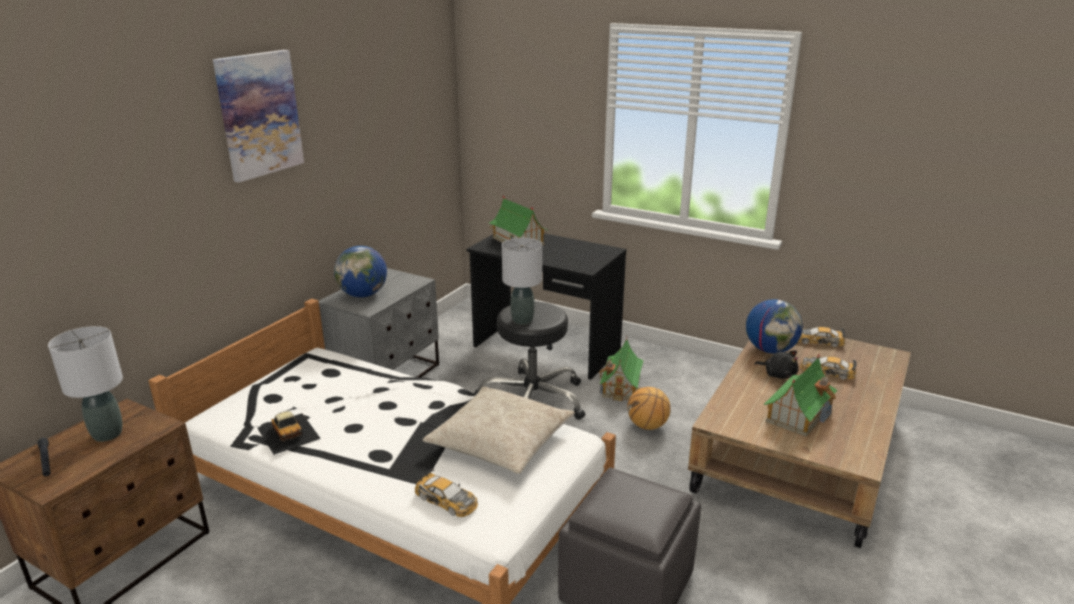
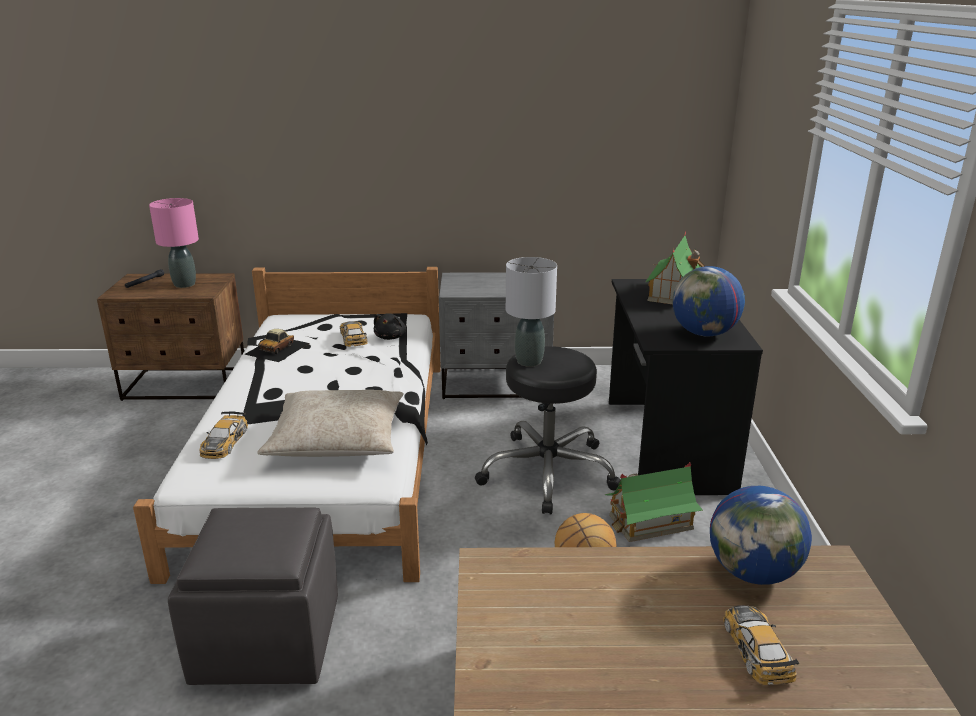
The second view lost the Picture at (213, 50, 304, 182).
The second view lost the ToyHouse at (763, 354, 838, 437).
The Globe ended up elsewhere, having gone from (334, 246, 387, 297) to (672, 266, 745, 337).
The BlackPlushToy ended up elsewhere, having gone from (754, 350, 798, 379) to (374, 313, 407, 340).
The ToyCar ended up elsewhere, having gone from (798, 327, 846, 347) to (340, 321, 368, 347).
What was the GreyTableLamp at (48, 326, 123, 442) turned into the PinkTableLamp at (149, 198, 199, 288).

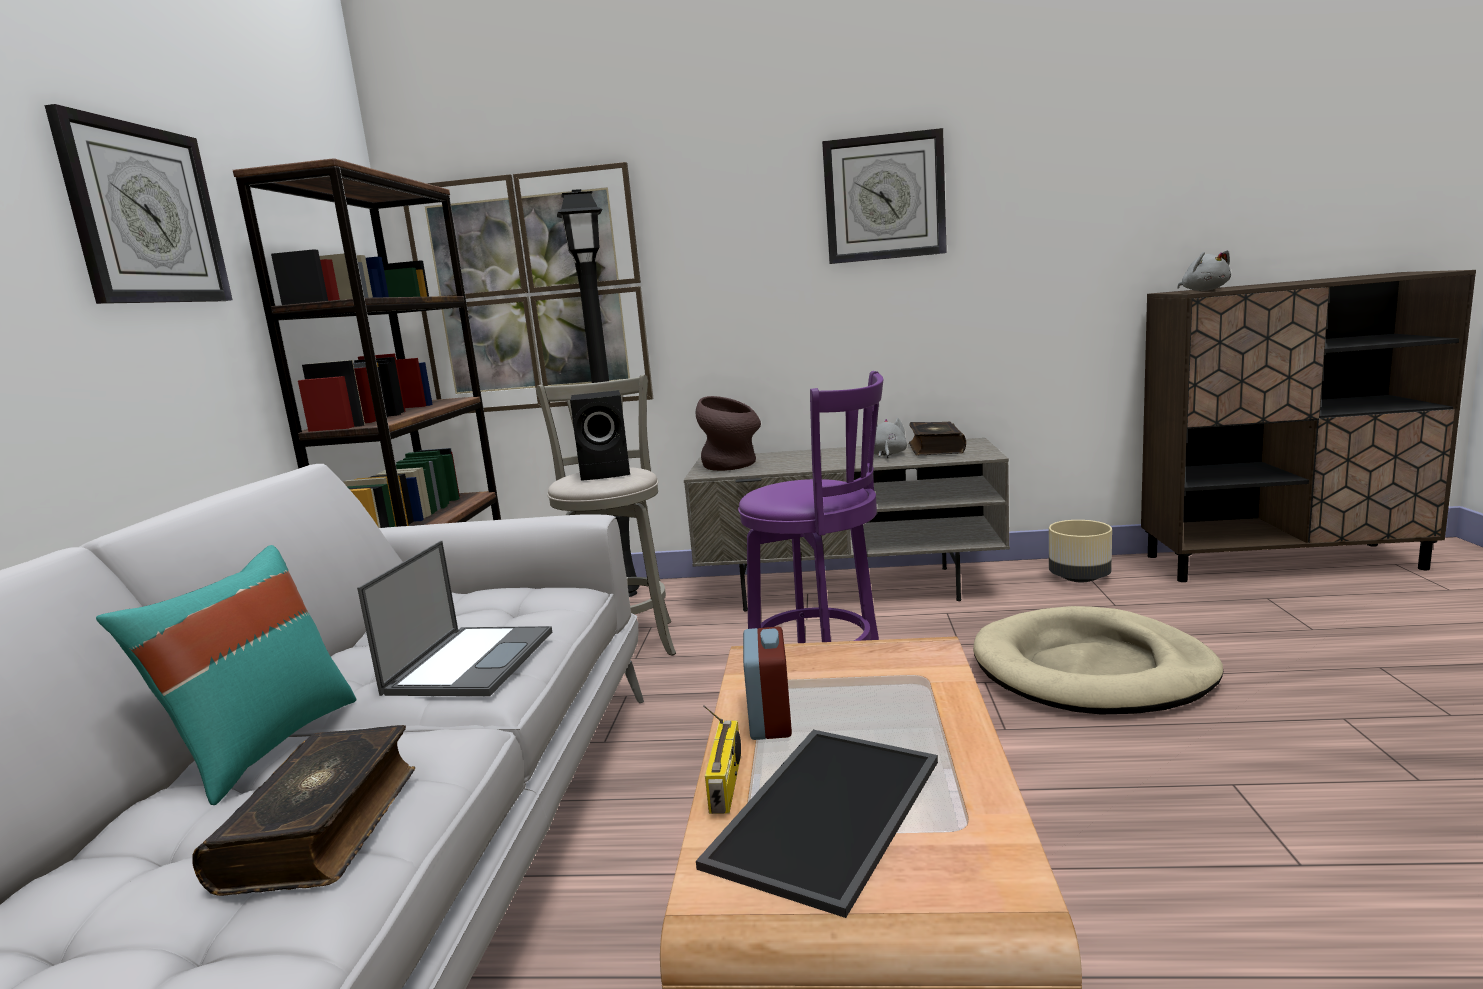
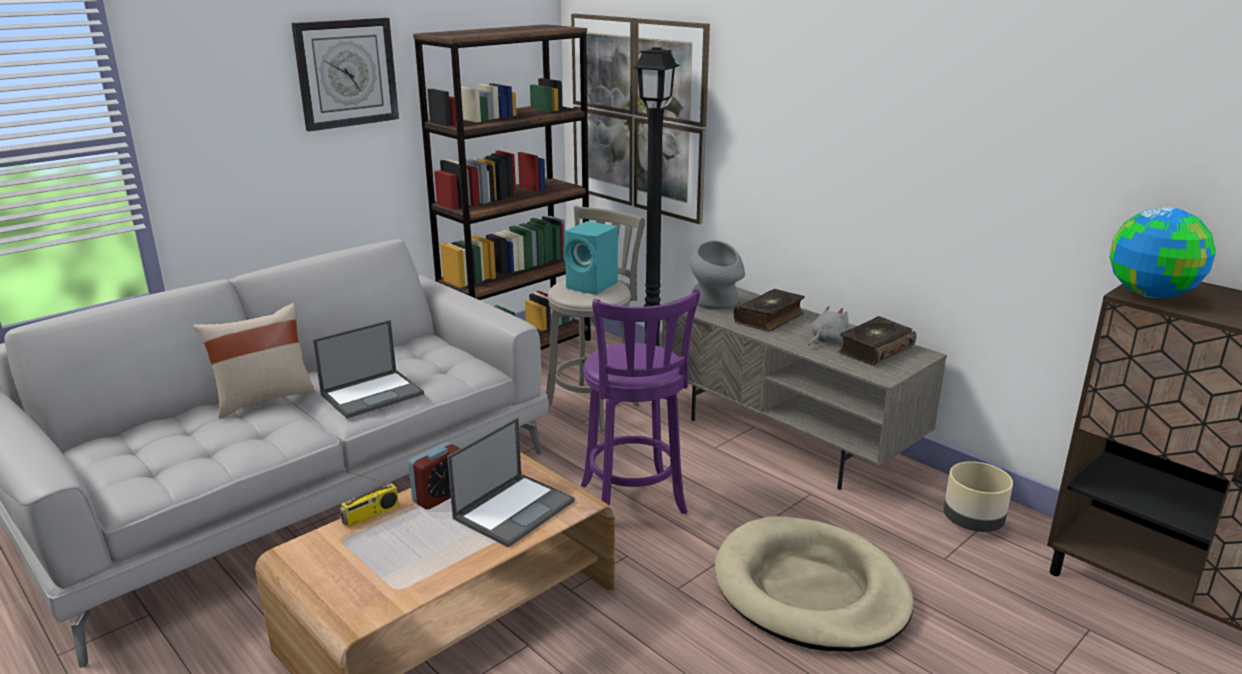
The second view lost the Tray at (696, 730, 938, 918).
The second view lost the WallClock at (822, 128, 947, 264).
The second view gained the Laptop at (447, 418, 575, 548).
The Book ended up elsewhere, having gone from (192, 725, 415, 896) to (733, 289, 805, 332).
Where the GreyPlushToy stood at (1177, 250, 1231, 291), the Globe came to stand at (1109, 207, 1216, 298).
What was the TurquoisePillow at (96, 545, 356, 805) turned into the BeigePillow at (193, 303, 316, 419).
What was the BlackSpeaker at (570, 390, 630, 481) turned into the TurquoiseSpeaker at (563, 221, 618, 294).
What was the BrownVase at (696, 396, 761, 471) turned into the GreyVase at (690, 240, 745, 309).

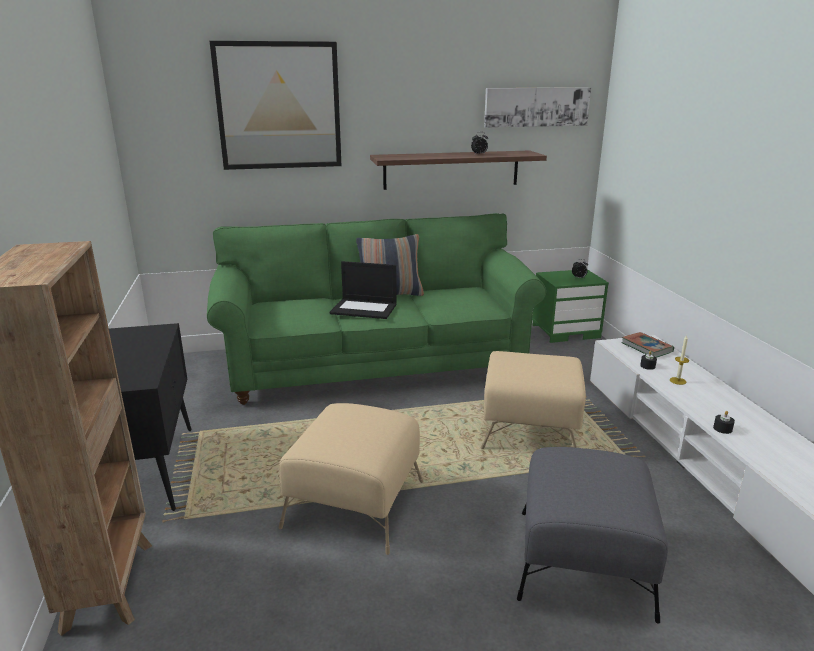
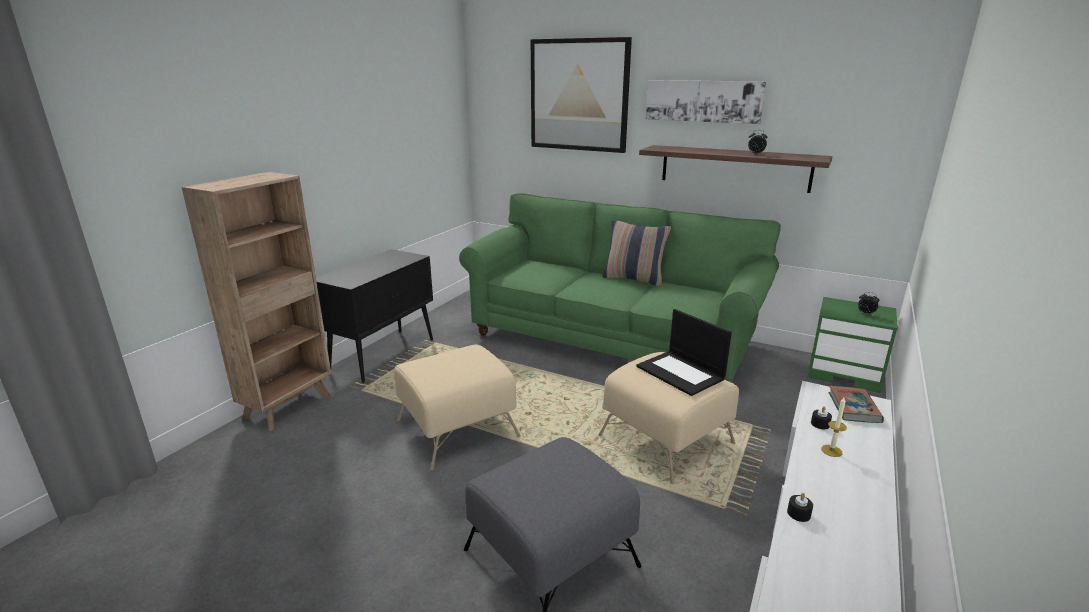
The Laptop ended up elsewhere, having gone from (330, 261, 397, 319) to (636, 309, 732, 396).
The Picture ended up elsewhere, having gone from (484, 87, 591, 128) to (646, 80, 766, 124).

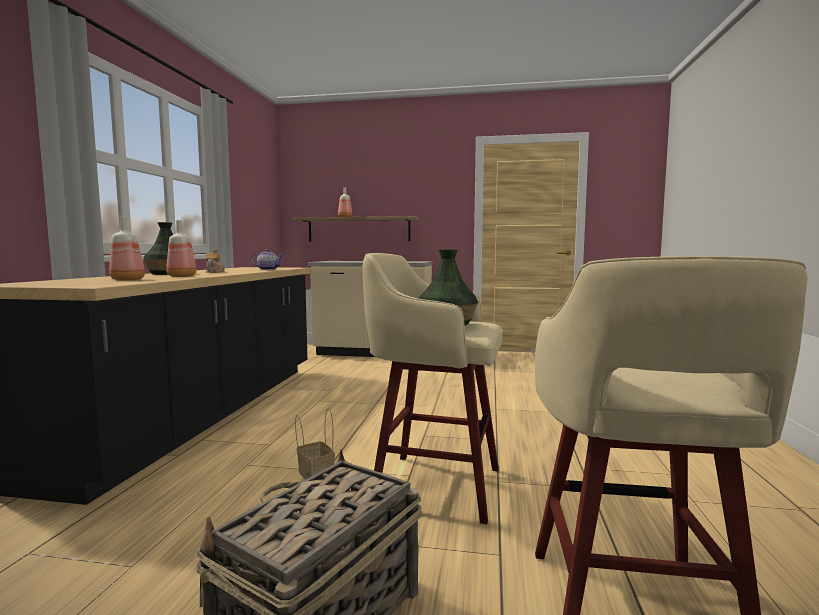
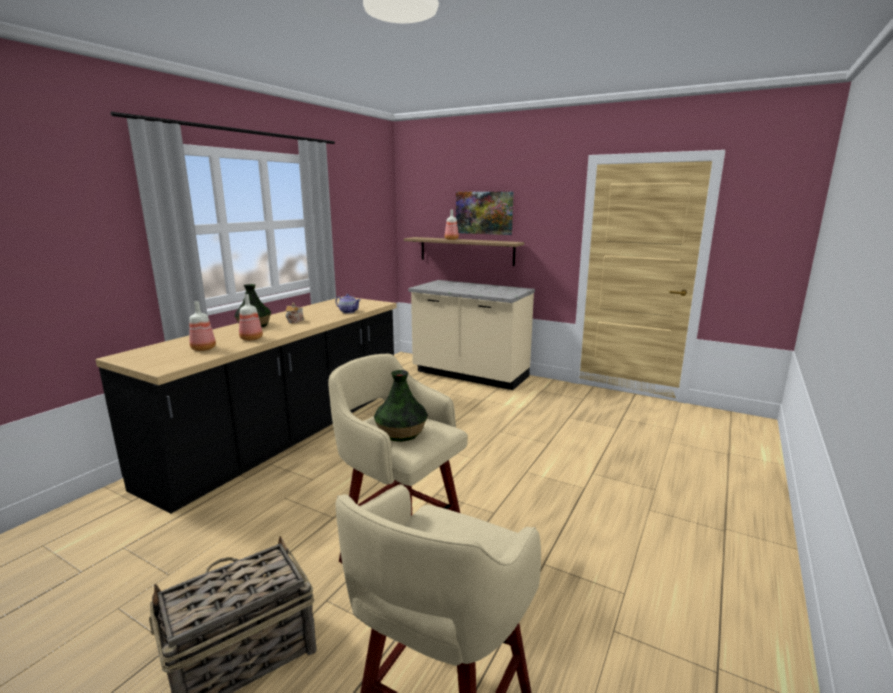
The second view lost the Basket at (295, 408, 335, 480).
The second view gained the Picture at (456, 192, 514, 235).

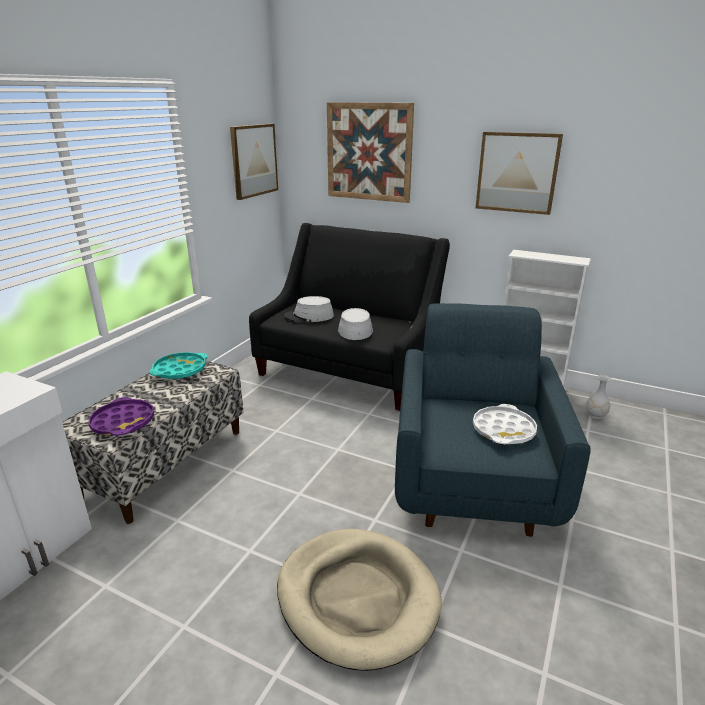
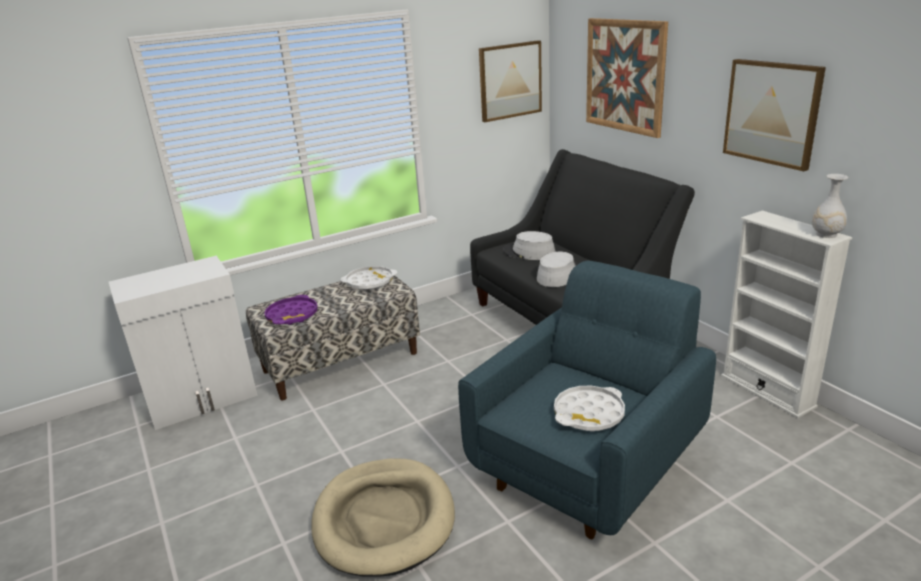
The WhiteVase ended up elsewhere, having gone from (586, 375, 612, 419) to (812, 174, 848, 238).
What was the TurquoiseTray at (149, 352, 207, 379) turned into the WhiteTray at (341, 266, 397, 290).

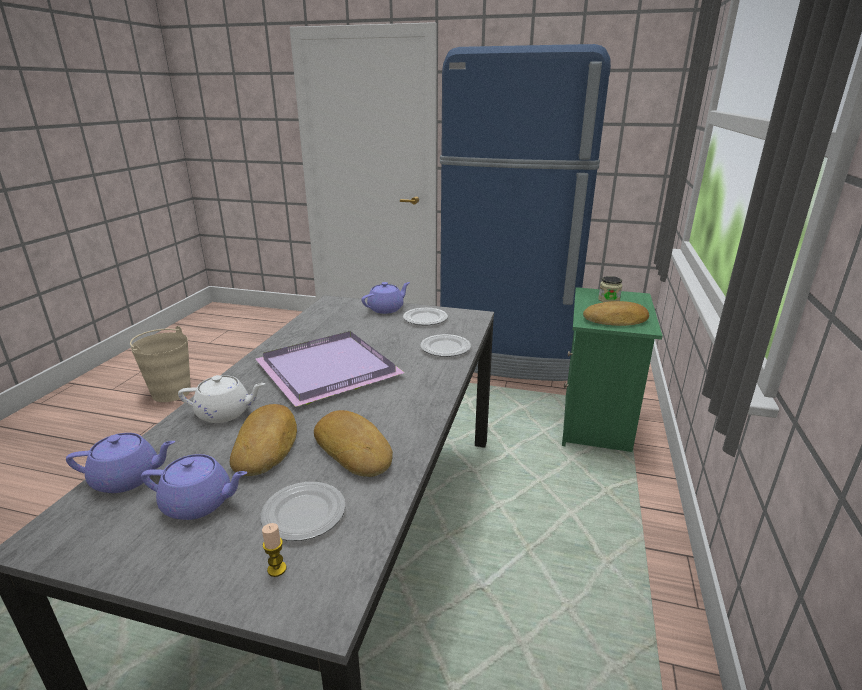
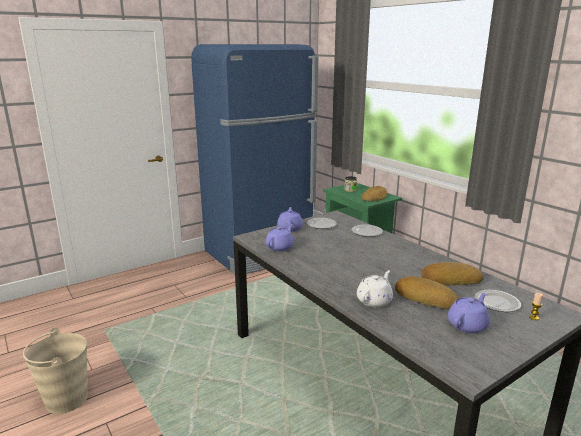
The second view lost the PurpleTray at (256, 331, 405, 407).
The PurpleTeapot ended up elsewhere, having gone from (66, 433, 175, 493) to (265, 224, 294, 251).

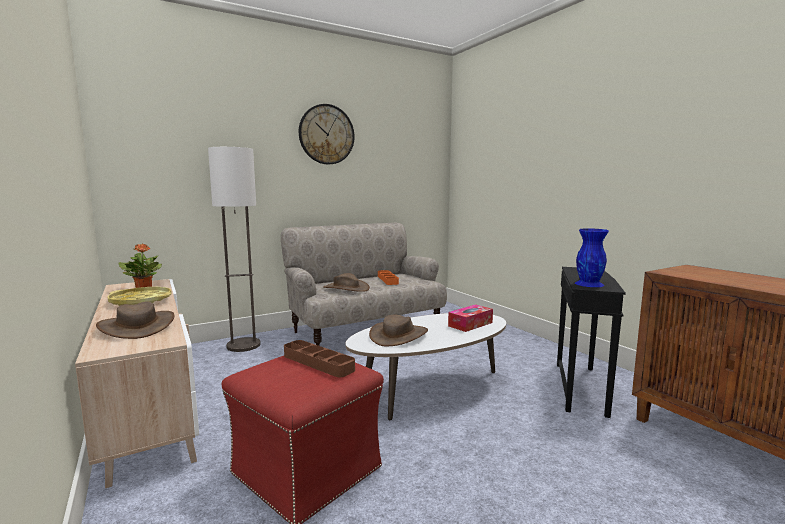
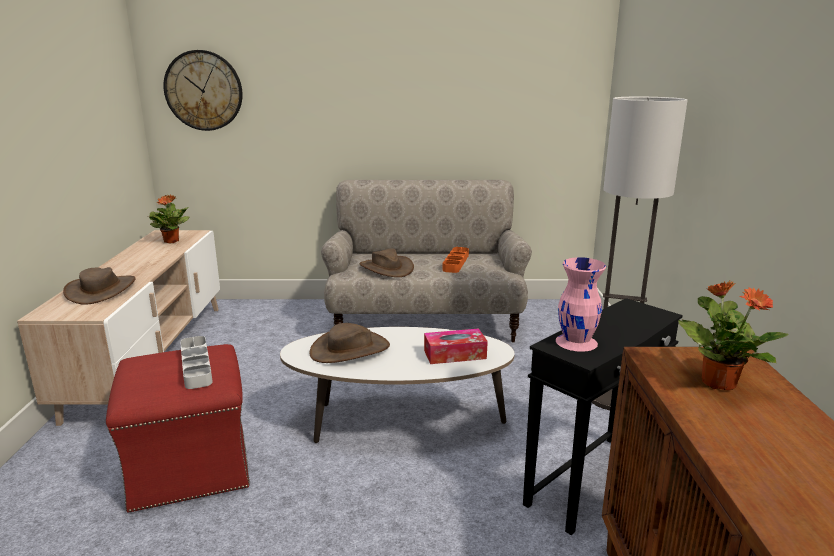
The second view lost the YellowTray at (107, 287, 172, 306).
The second view gained the PottedPlant at (678, 281, 789, 390).
The FloorLamp ended up elsewhere, having gone from (208, 147, 261, 352) to (592, 97, 688, 410).
The WallClock ended up elsewhere, having gone from (299, 104, 354, 164) to (163, 50, 243, 131).
What was the BrownTray at (284, 340, 355, 377) turned into the GreyTray at (180, 336, 213, 389).
What was the BlueVase at (575, 228, 609, 287) turned into the PinkVase at (556, 257, 606, 352).

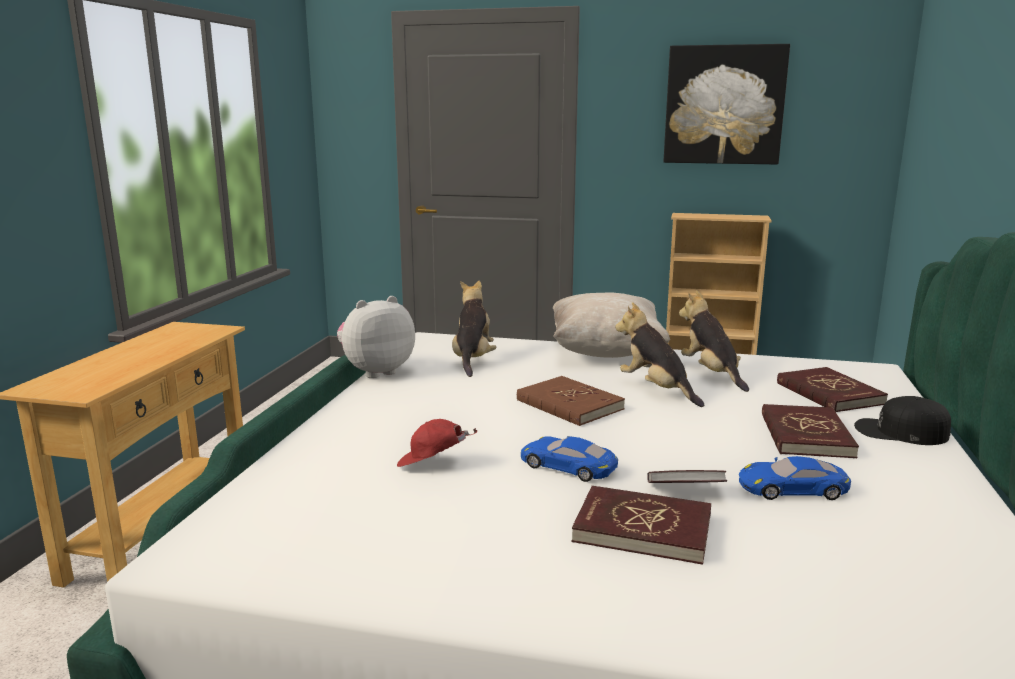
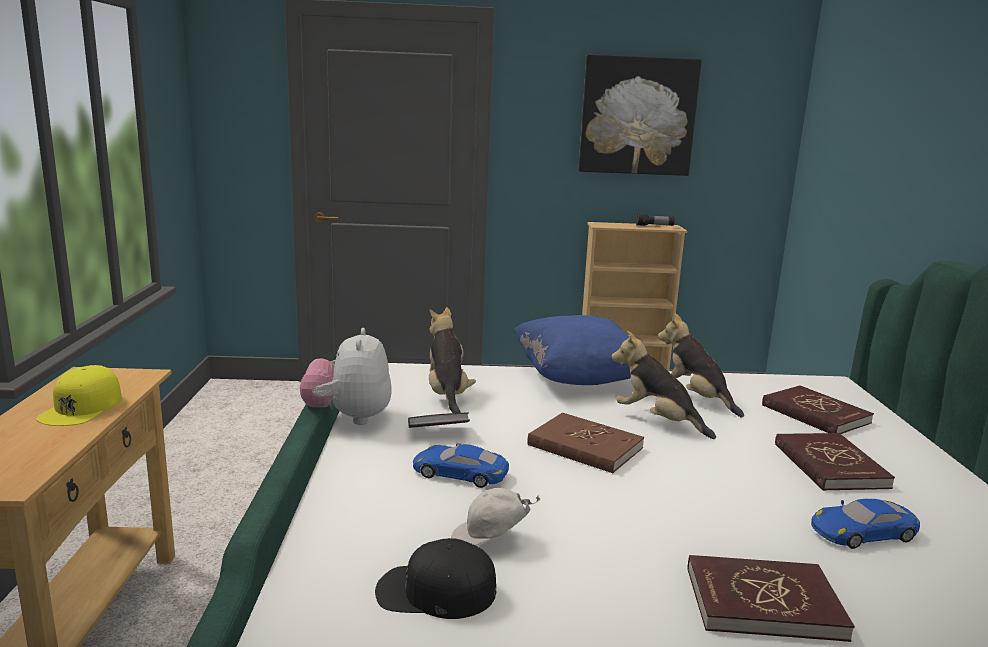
The second view gained the YellowCap at (36, 365, 122, 426).
The second view gained the Flashlight at (636, 213, 675, 226).
The BlueToyCar ended up elsewhere, having gone from (521, 436, 618, 482) to (413, 443, 509, 488).
The Book ended up elsewhere, having gone from (647, 470, 727, 483) to (408, 412, 470, 428).
The BlackCap ended up elsewhere, having gone from (854, 396, 951, 445) to (375, 538, 497, 619).
What was the RedCap at (397, 419, 477, 467) turned into the WhiteCap at (451, 488, 540, 546).
What was the BeigePillow at (553, 292, 670, 358) turned into the BluePillow at (513, 315, 631, 385).
The PlushToy at (337, 296, 415, 378) ended up facing another way, 45 degrees counterclockwise from before.

